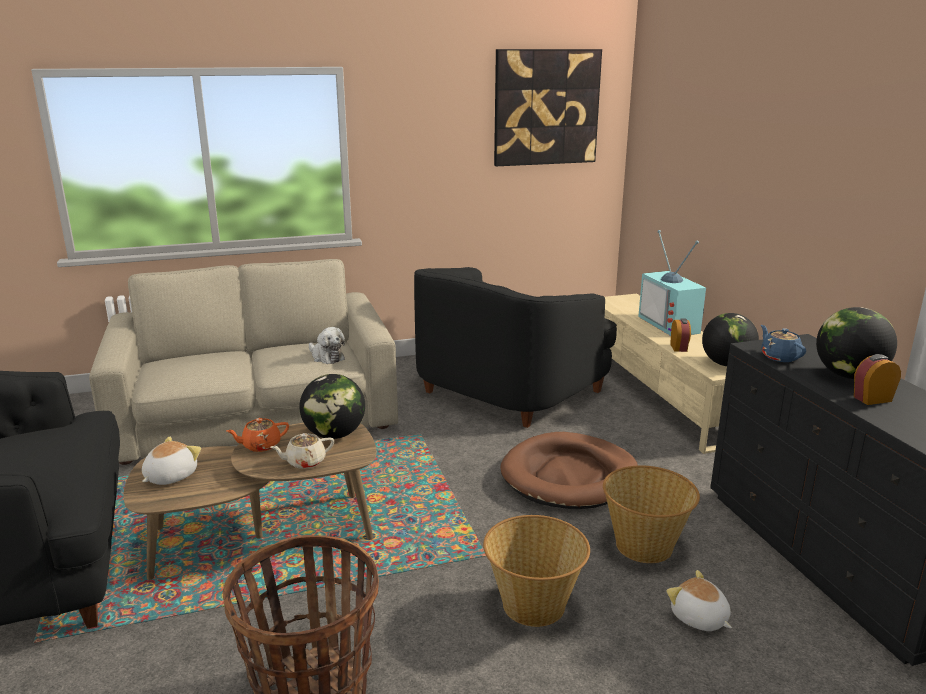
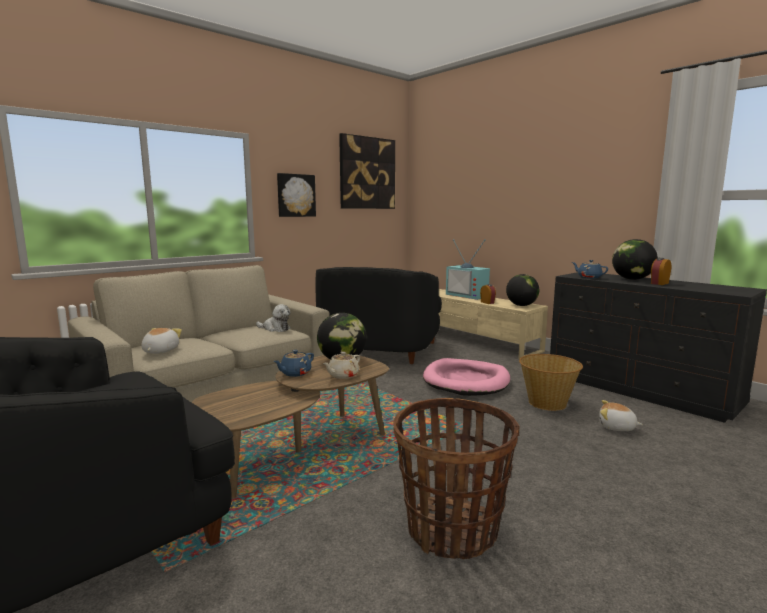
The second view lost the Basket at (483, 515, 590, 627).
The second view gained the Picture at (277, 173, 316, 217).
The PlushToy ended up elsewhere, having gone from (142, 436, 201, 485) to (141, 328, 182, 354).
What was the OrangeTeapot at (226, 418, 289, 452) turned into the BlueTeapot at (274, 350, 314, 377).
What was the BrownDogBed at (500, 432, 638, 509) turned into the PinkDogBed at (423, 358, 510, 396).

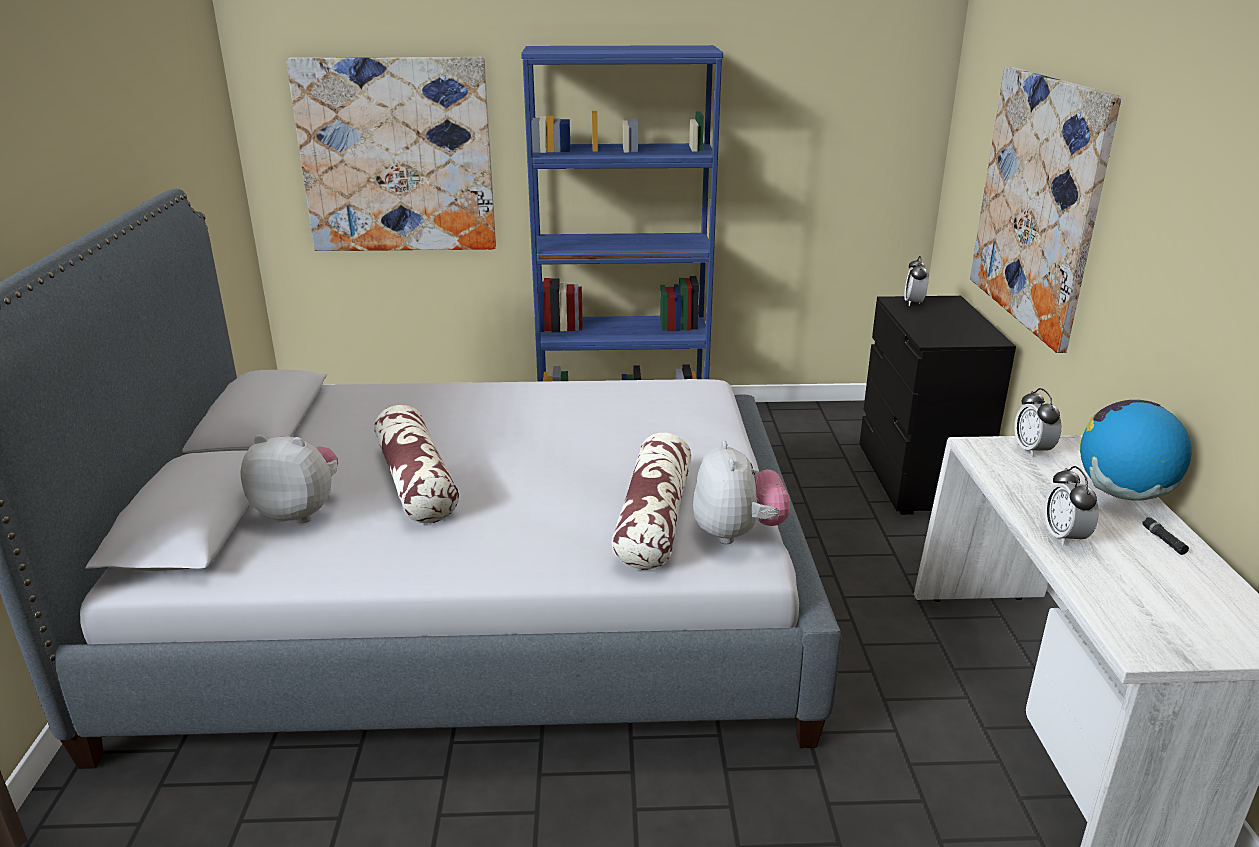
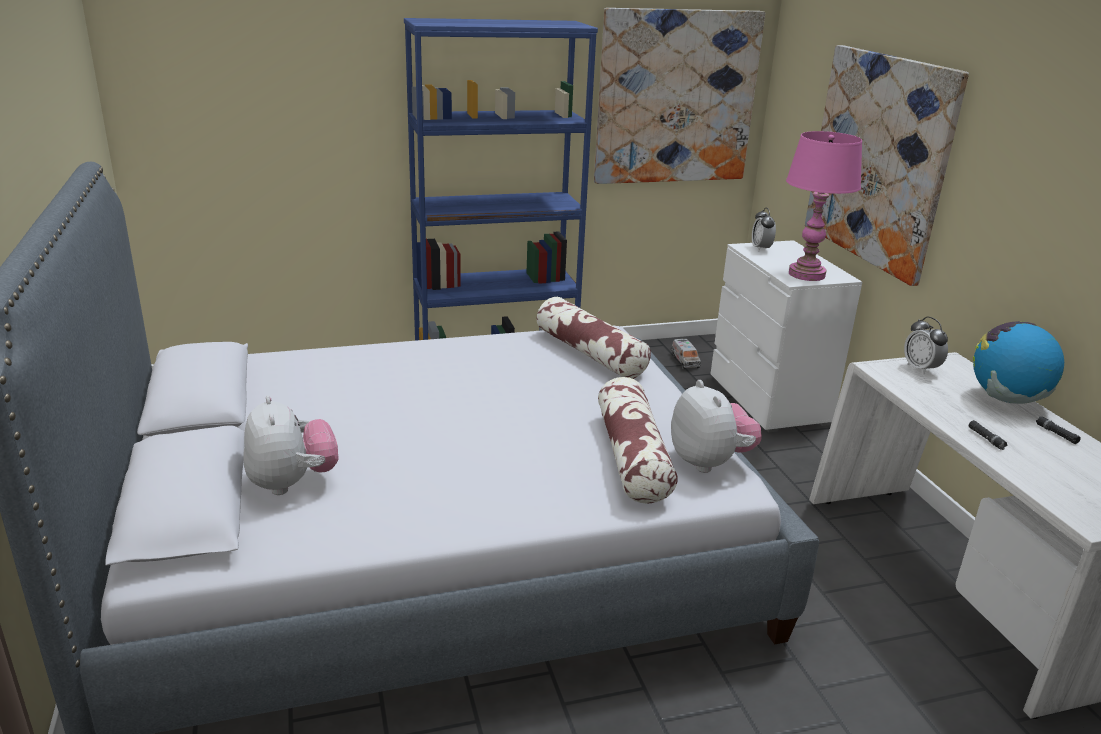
The second view gained the ToyTruck at (671, 339, 701, 369).
The second view gained the PinkTableLamp at (786, 131, 862, 281).
The Picture ended up elsewhere, having gone from (286, 57, 496, 251) to (594, 8, 765, 184).
The Pillow ended up elsewhere, having gone from (374, 405, 459, 524) to (537, 297, 651, 379).
Where the AlarmClock stood at (1044, 466, 1099, 547), the BlackFlashlight came to stand at (969, 420, 1008, 450).
What was the BlackDresser at (859, 296, 1016, 515) turned into the WhiteDresser at (710, 240, 862, 432).
The PlushToy at (240, 435, 338, 523) ended up facing another way, 75 degrees clockwise from before.

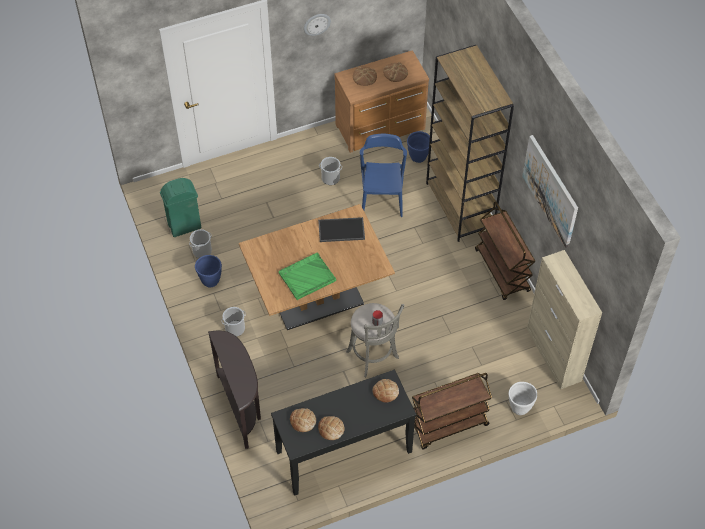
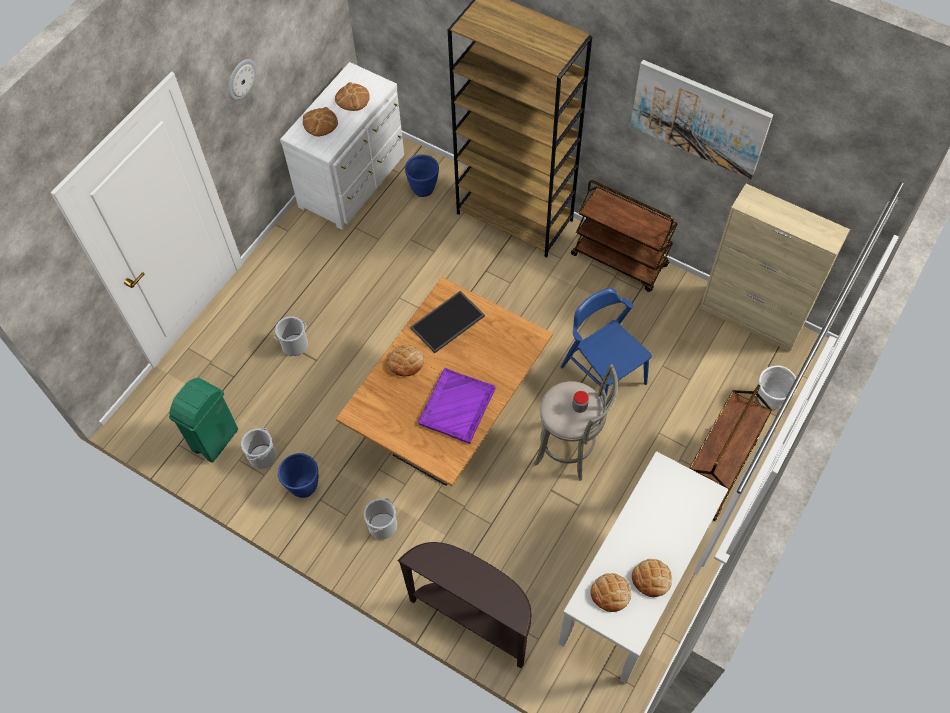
The Bucket ended up elsewhere, having gone from (319, 157, 342, 185) to (274, 316, 308, 356).
The BlueChair ended up elsewhere, having gone from (360, 134, 407, 217) to (561, 288, 652, 396).
The Bread ended up elsewhere, having gone from (372, 379, 399, 402) to (389, 345, 424, 376).
What was the BlackConsoleTable at (271, 370, 416, 496) turned into the WhiteConsoleTable at (558, 451, 728, 684).
What was the GreenTray at (278, 253, 336, 300) turned into the PurpleTray at (418, 368, 496, 444).
What was the BrownDresser at (334, 50, 429, 153) turned into the WhiteDresser at (280, 62, 404, 230).

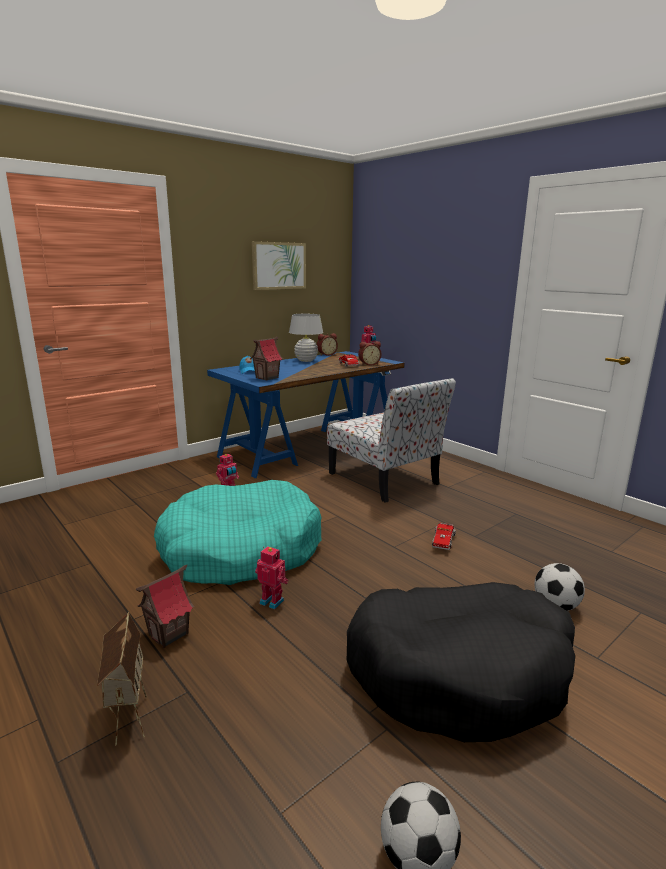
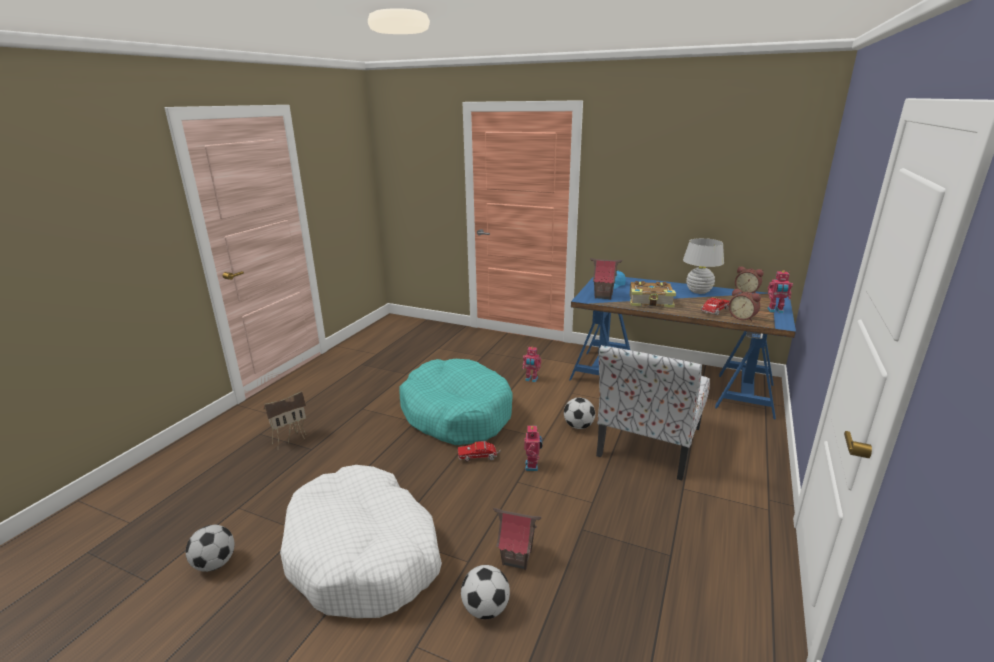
The second view lost the Picture at (252, 241, 306, 290).
The second view gained the Football at (564, 398, 595, 429).
The second view gained the Book at (630, 281, 676, 308).
The ToyHouse ended up elsewhere, having gone from (136, 565, 194, 648) to (493, 508, 541, 570).
The ToyRobot ended up elsewhere, having gone from (255, 546, 289, 609) to (524, 426, 542, 471).
The ToyTruck ended up elsewhere, having gone from (432, 523, 456, 550) to (458, 441, 501, 462).
What was the BlackDogBed at (347, 582, 575, 742) turned into the WhiteDogBed at (280, 465, 442, 618).

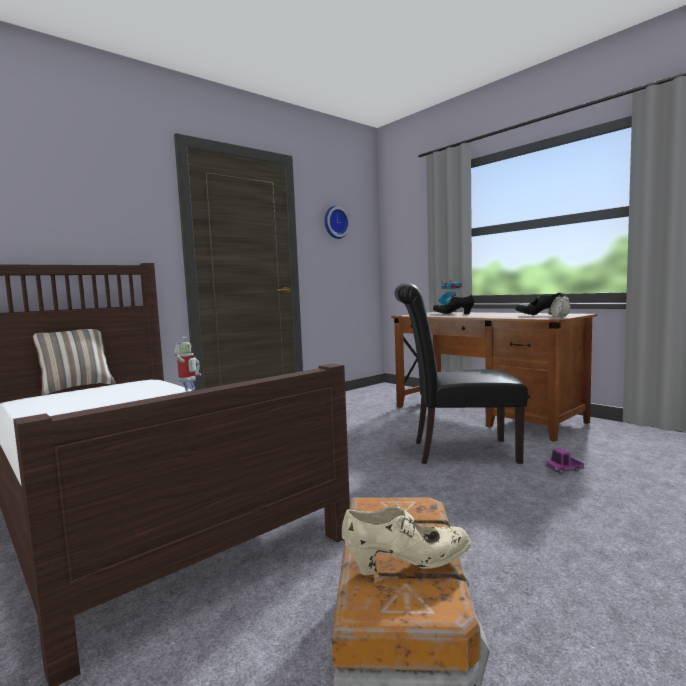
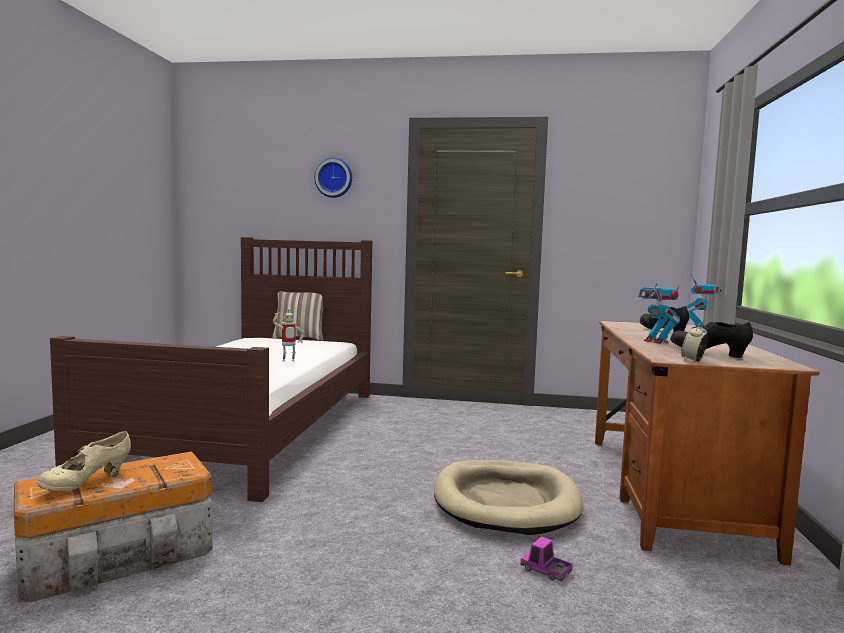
The second view gained the ToyRobot at (639, 277, 682, 344).
The WallClock ended up elsewhere, having gone from (324, 206, 350, 239) to (315, 158, 352, 198).
Where the BlackChair stood at (394, 283, 528, 464), the BeigeDogBed came to stand at (434, 460, 583, 535).
The BeigeShoe at (342, 506, 471, 575) ended up facing another way, 75 degrees clockwise from before.

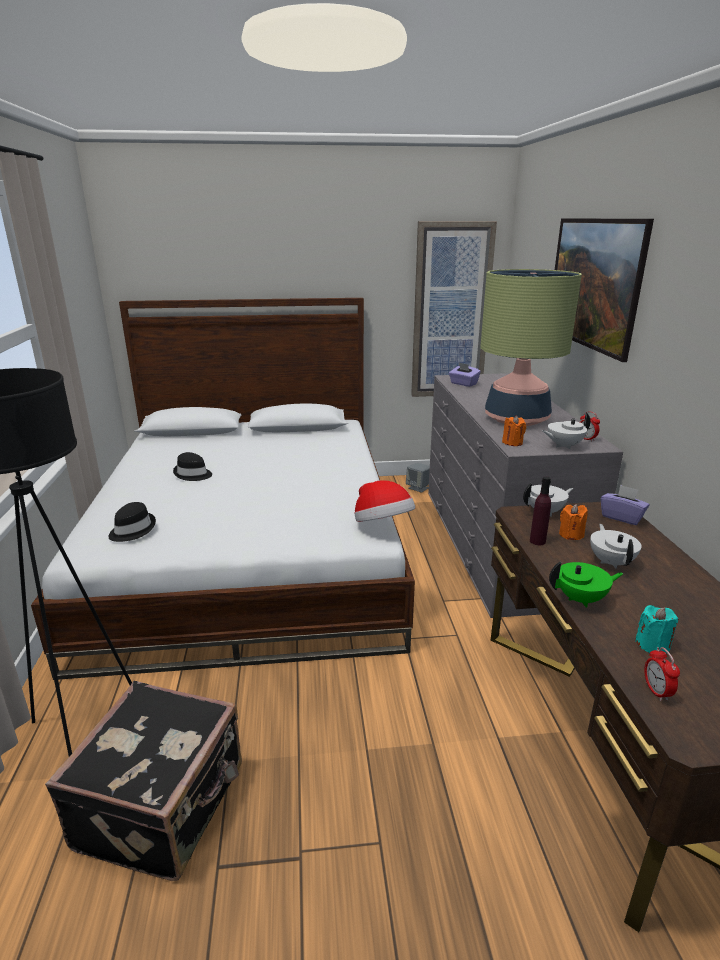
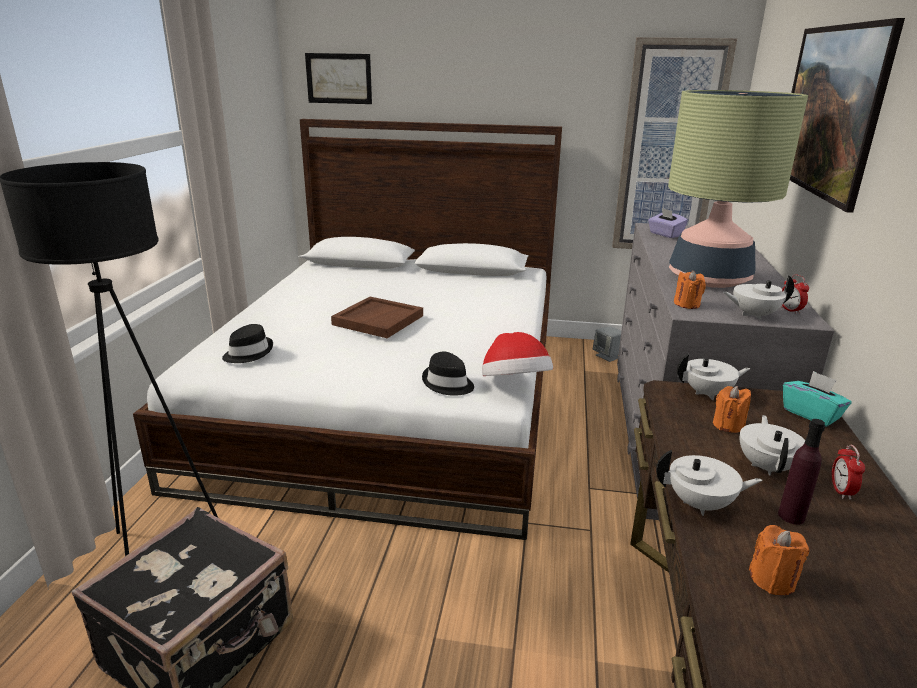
The second view gained the Picture at (305, 53, 372, 104).
The second view gained the BrownTray at (331, 297, 423, 338).
The BlackHat ended up elsewhere, having gone from (173, 452, 212, 481) to (422, 352, 474, 396).
The PurpleBottle ended up elsewhere, having gone from (530, 476, 551, 545) to (778, 419, 825, 525).
The AlarmClock ended up elsewhere, having gone from (644, 647, 680, 701) to (832, 445, 865, 500).
What was the GreenTeapot at (549, 562, 623, 608) turned into the WhiteTeapot at (656, 450, 763, 516).
What was the PurpleTissueBox at (601, 485, 650, 525) turned into the TurquoiseTissueBox at (783, 371, 852, 427).
What was the TurquoiseCandle at (635, 605, 678, 654) turned into the OrangeCandle at (749, 525, 810, 595).

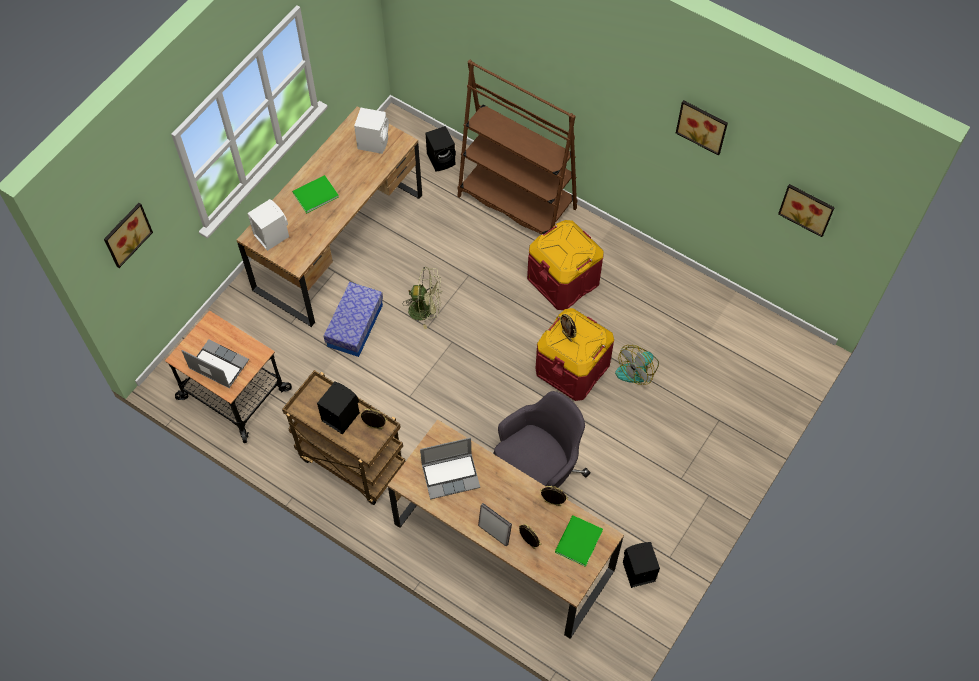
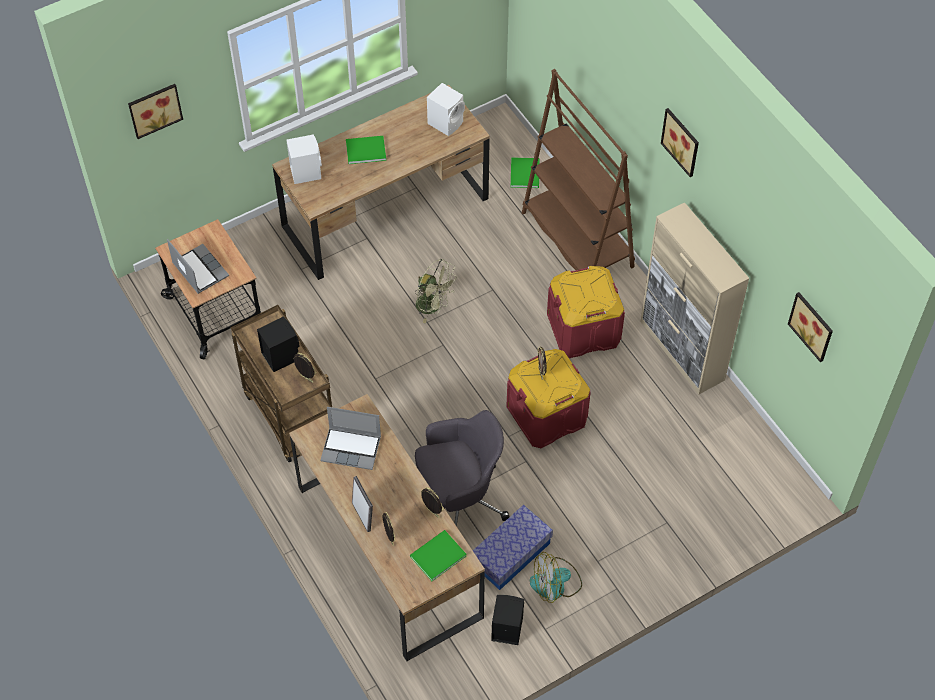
The second view gained the BeigeCabinet at (640, 202, 749, 395).
The StorageBox ended up elsewhere, having gone from (323, 282, 383, 357) to (473, 505, 553, 590).
The Fan ended up elsewhere, having gone from (615, 345, 659, 385) to (529, 552, 582, 603).
The Picture ended up elsewhere, having gone from (676, 100, 728, 156) to (661, 108, 699, 177).
Where the BlackSpeaker stood at (425, 126, 456, 172), the GreenBook came to stand at (511, 157, 539, 188).

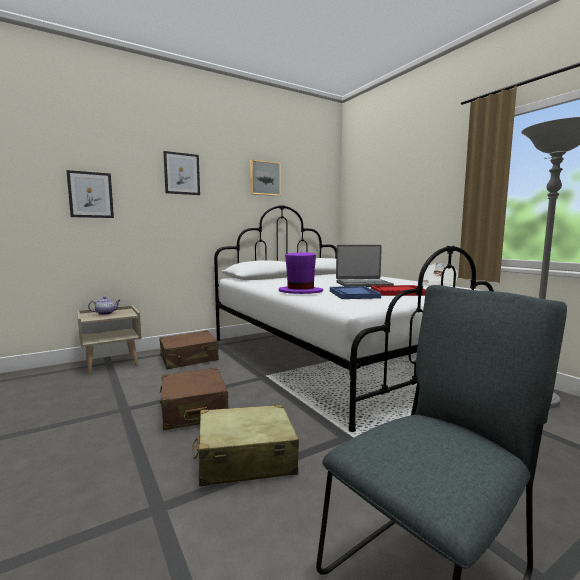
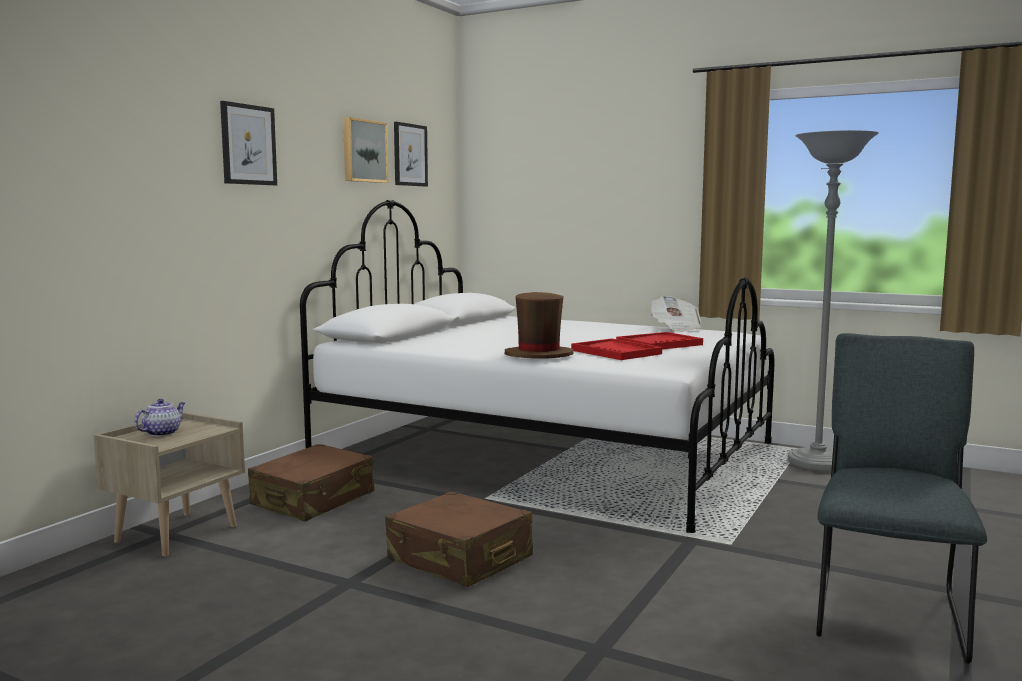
The second view lost the BeigeSuitcase at (192, 404, 299, 486).
The second view lost the Laptop at (336, 245, 394, 287).
The Picture ended up elsewhere, having gone from (66, 170, 114, 218) to (394, 122, 428, 187).
What was the PurpleHat at (279, 252, 323, 294) turned into the BrownHat at (504, 292, 573, 359).
What was the BlueTray at (330, 286, 381, 299) turned into the RedTray at (571, 338, 662, 360).

